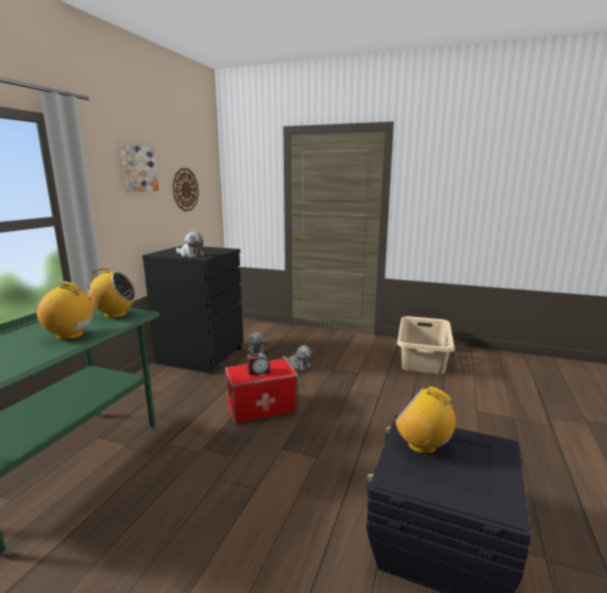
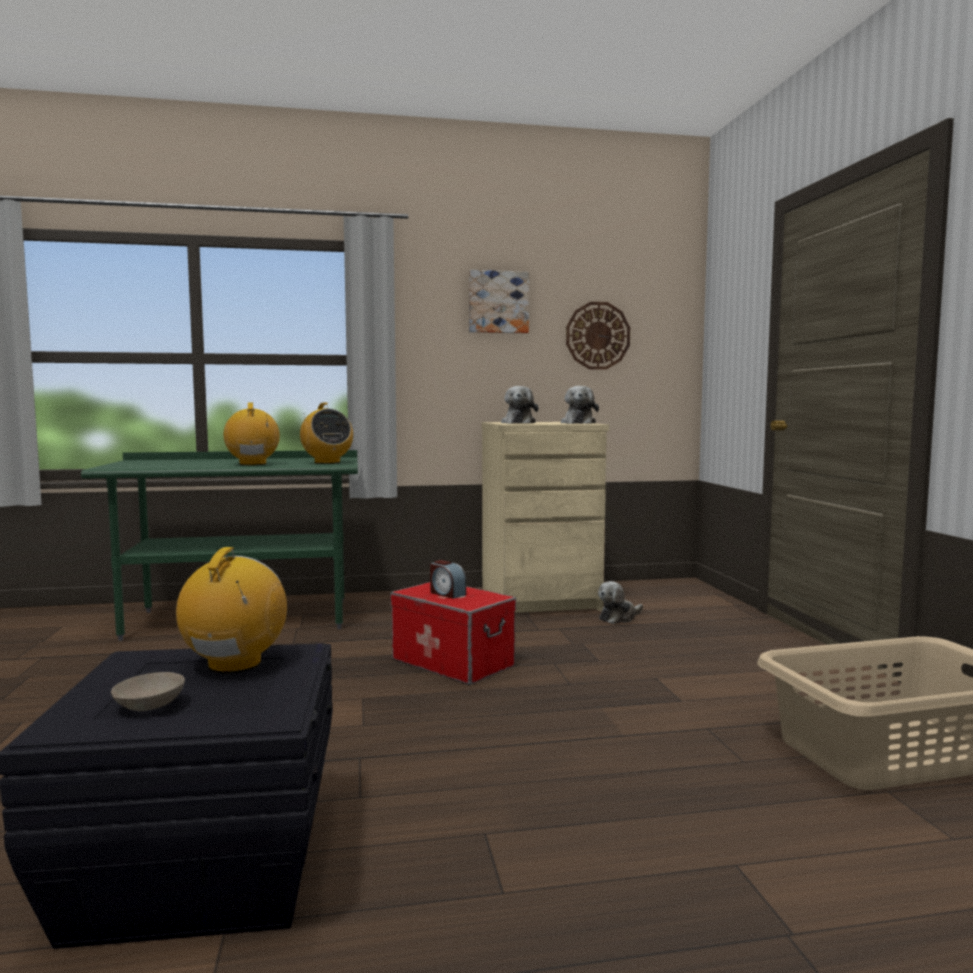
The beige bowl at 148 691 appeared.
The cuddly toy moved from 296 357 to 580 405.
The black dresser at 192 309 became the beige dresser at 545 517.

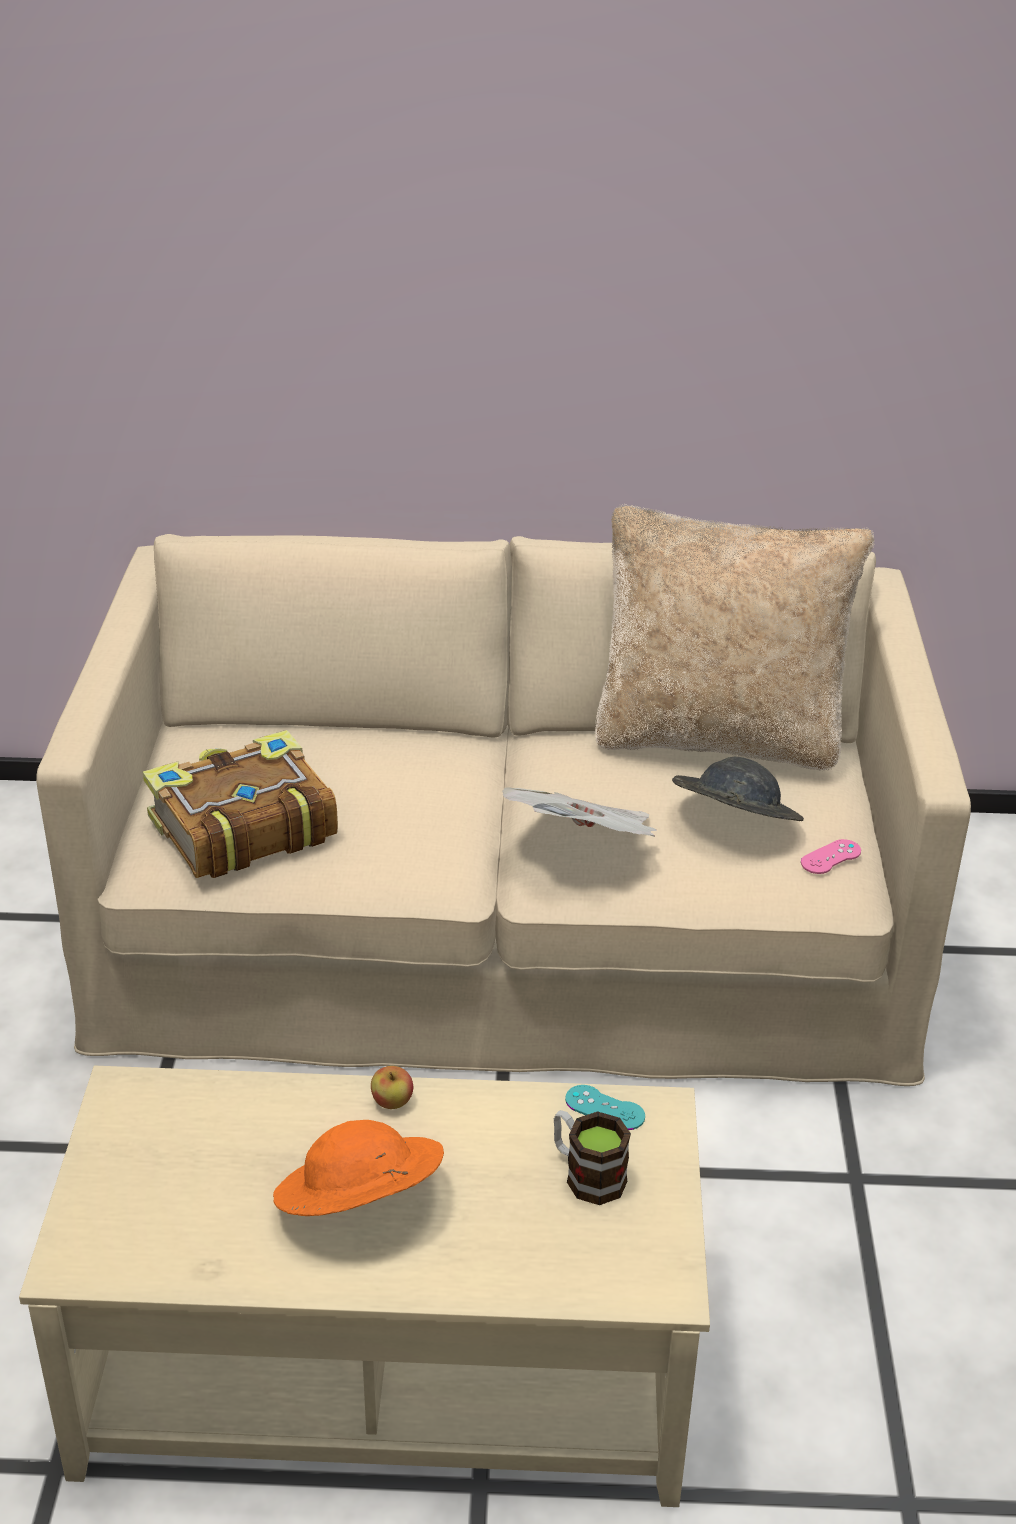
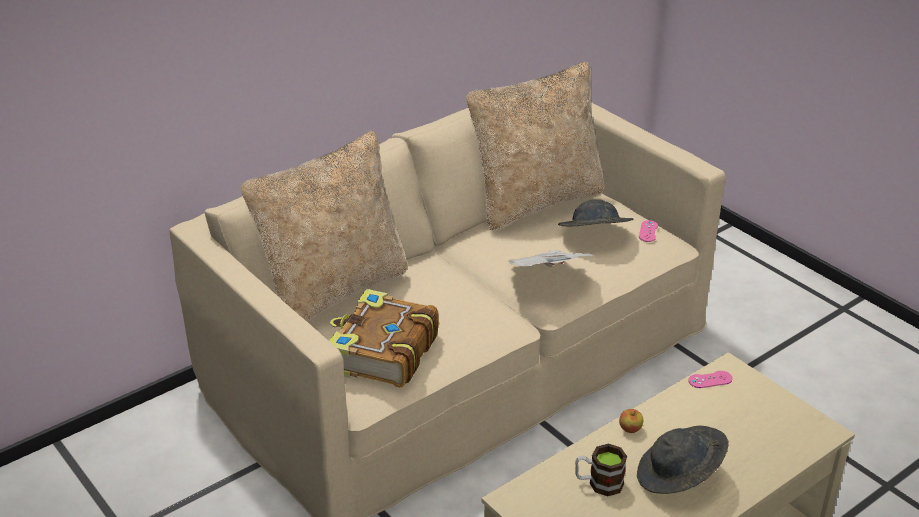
The beige cushion at 324 226 appeared.
The coffee mug moved from 592 1157 to 601 470.
The orange-coloured wearable hat at 358 1168 became the gray wearable hat at 682 460.
The blue-green gamepad at 605 1107 became the pinkish gamepad at 710 379.

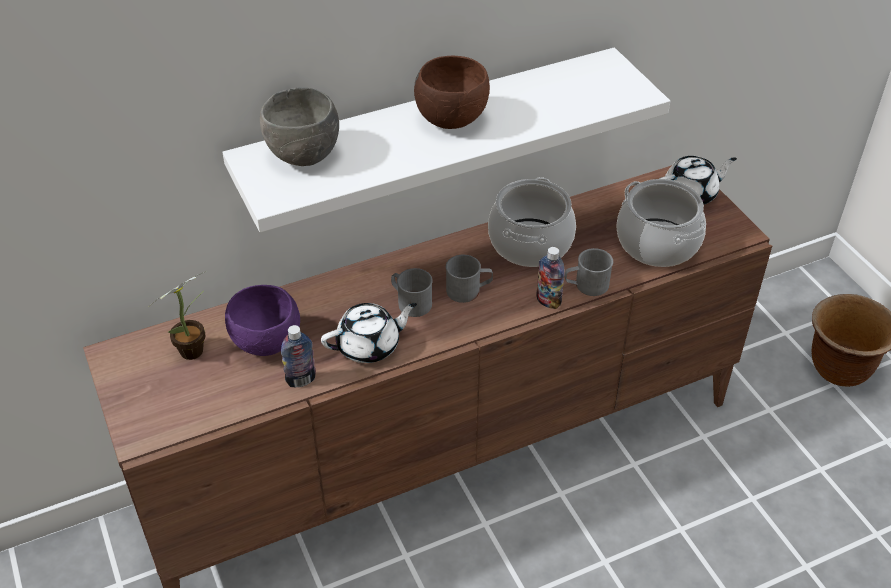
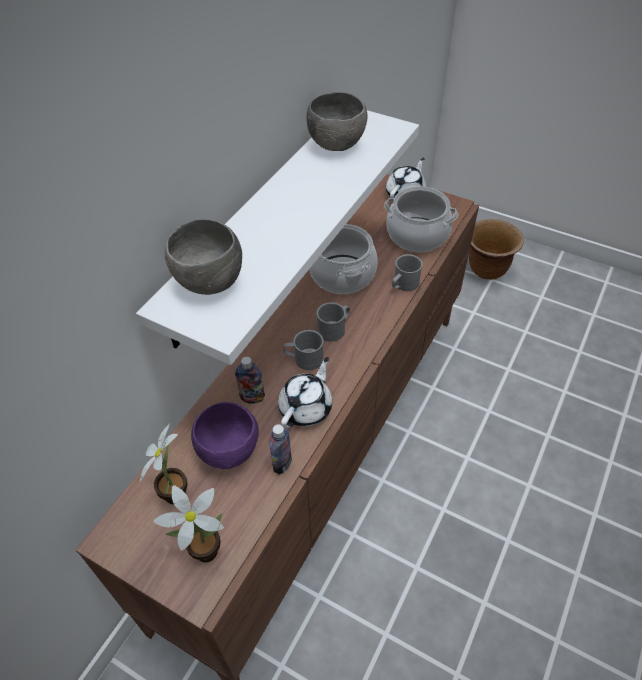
The brown-coloured bowl at 452 92 disappeared.
The plant in a pot at 188 523 appeared.
The gray bowl at 337 121 appeared.
The bottle moved from 550 278 to 250 380.

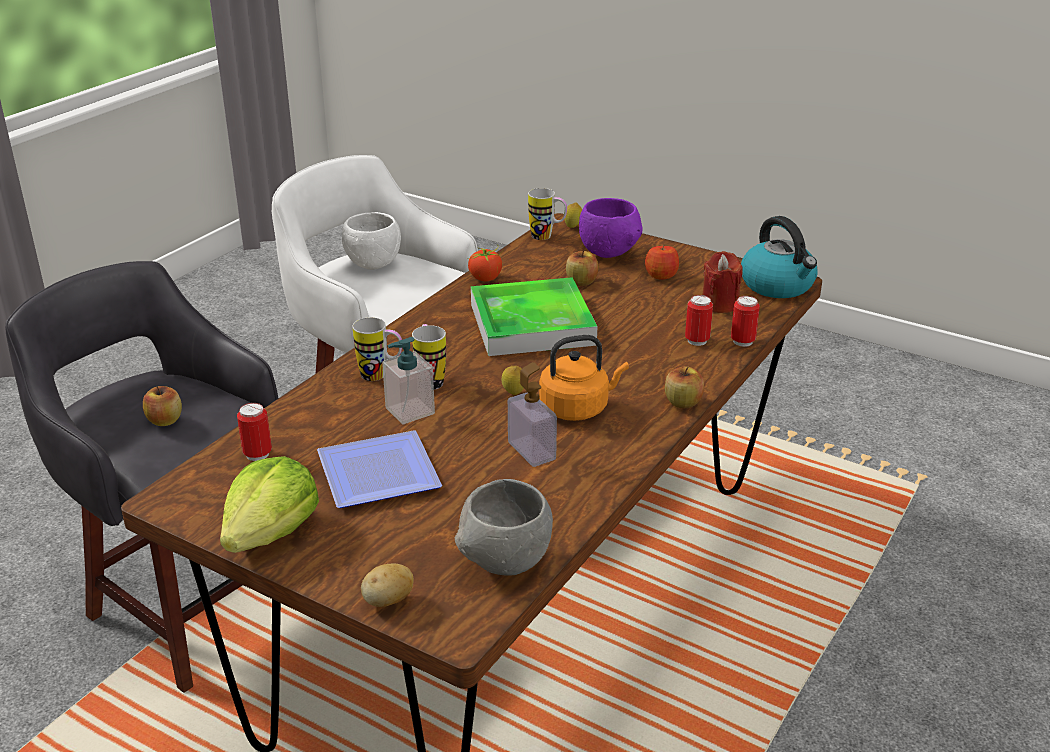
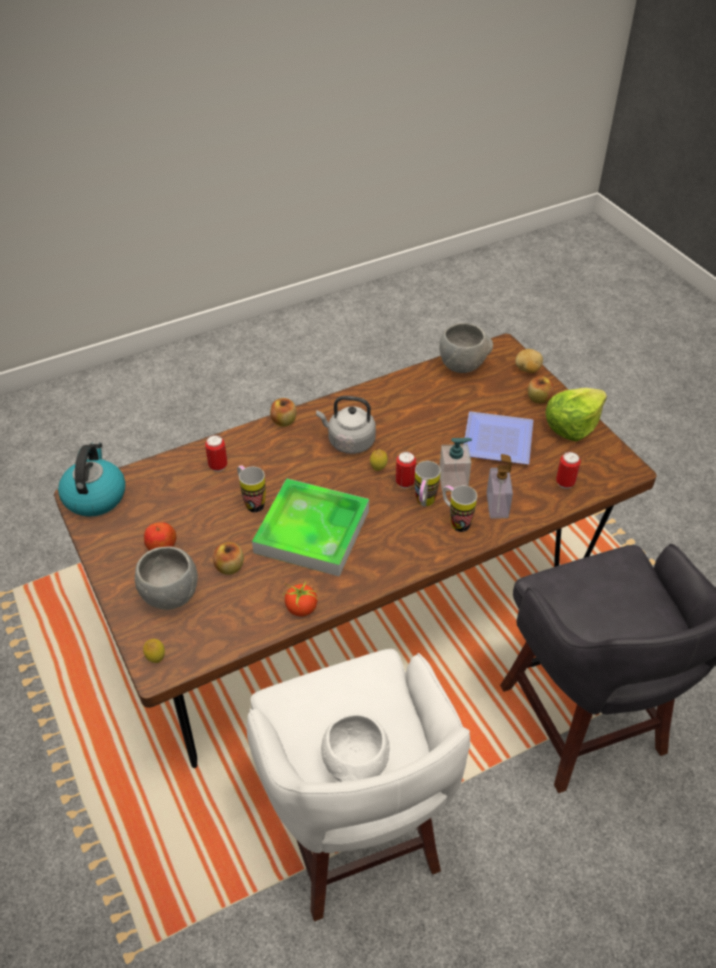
The reddish wax candle at 723 282 disappeared.
The apple fruit moved from 162 406 to 541 390.
The soap dispenser moved from 532 414 to 500 486.
The coffee mug moved from 547 214 to 251 488.
The sealed can moved from 745 321 to 406 470.
The orange-coloured water kettle at 584 378 became the gray water kettle at 346 425.
The purple bowl at 611 228 became the gray bowl at 166 578.

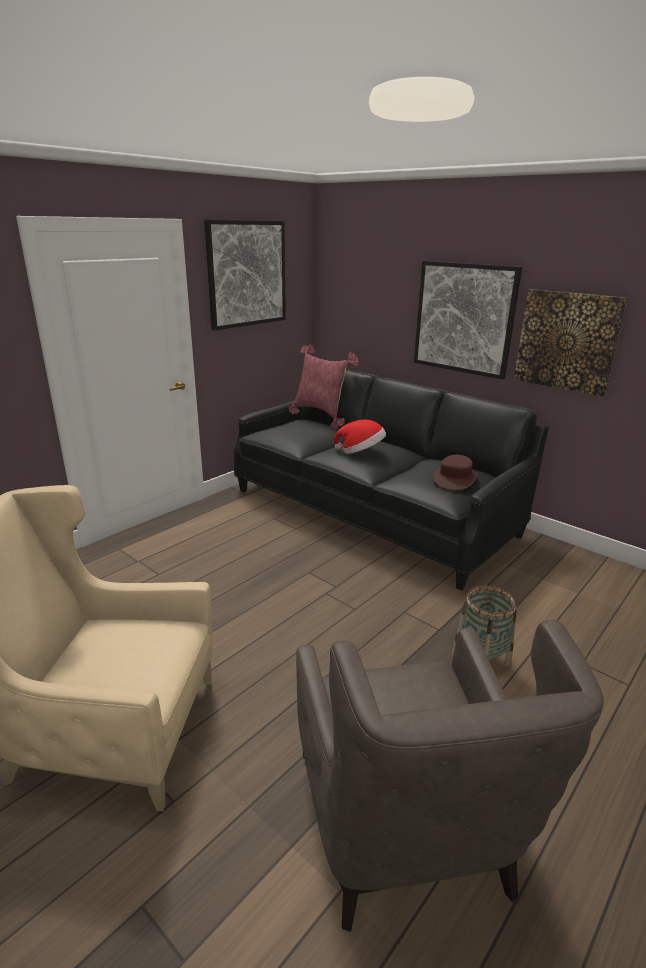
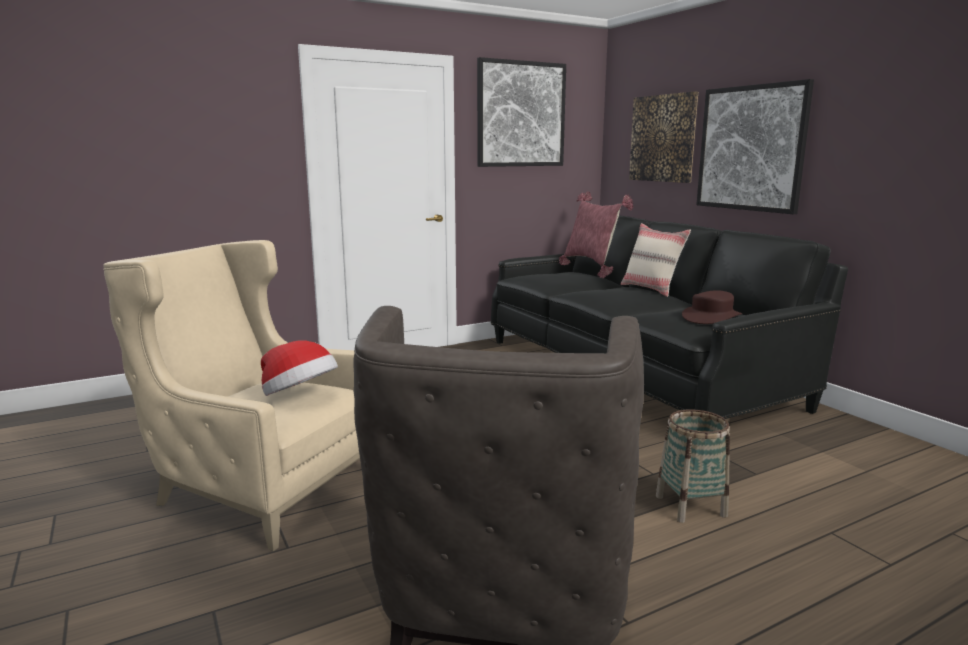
The beige cushion at 656 260 appeared.
The wearable hat moved from 360 437 to 299 368.
The picture moved from 571 342 to 663 137.

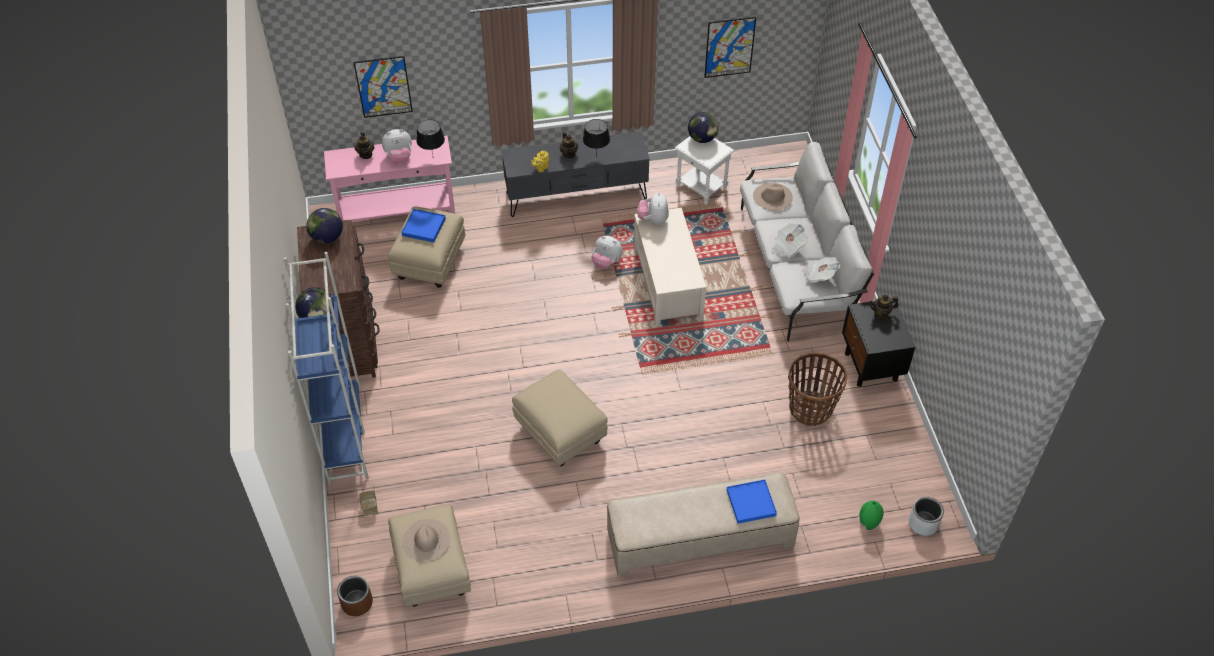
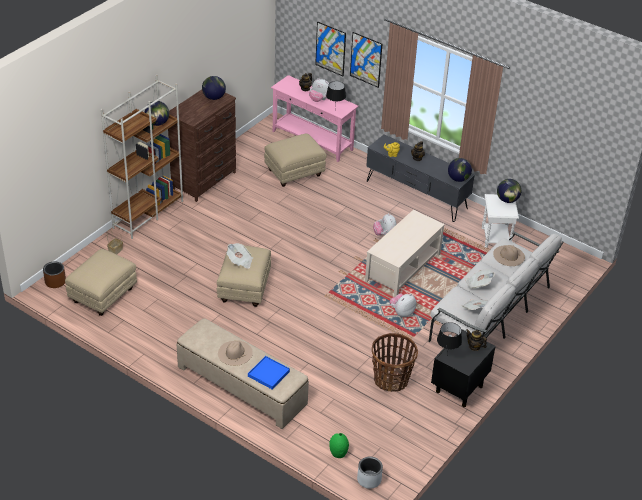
The blue-coloured carrying tray at 423 225 disappeared.
The printed paper at 240 256 appeared.
The world globe at 460 170 appeared.
The beige wearable hat moved from 427 540 to 235 353.
The black table lamp moved from 596 138 to 449 338.
The cuddly toy moved from 653 208 to 402 305.
The picture moved from 730 47 to 366 60.
The blue-coloured bookcase at 326 368 became the brown-coloured bookcase at 142 157.

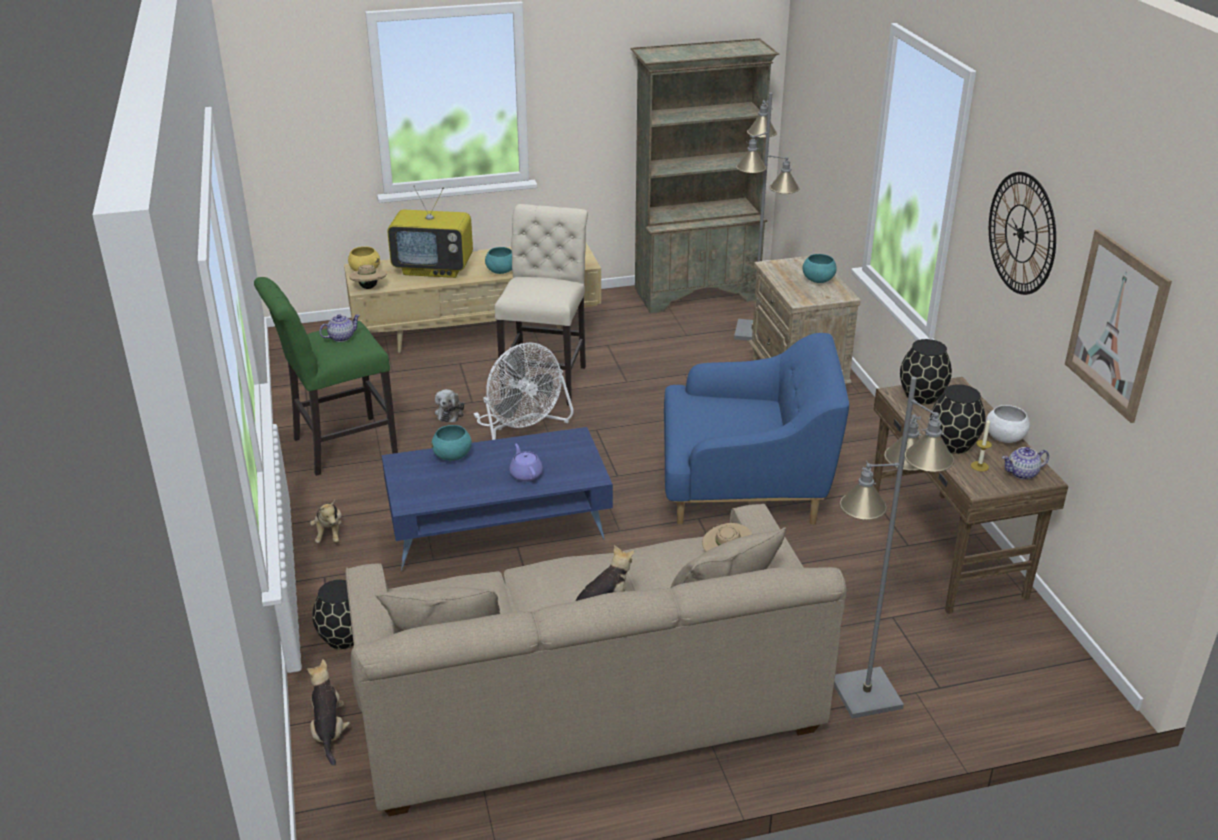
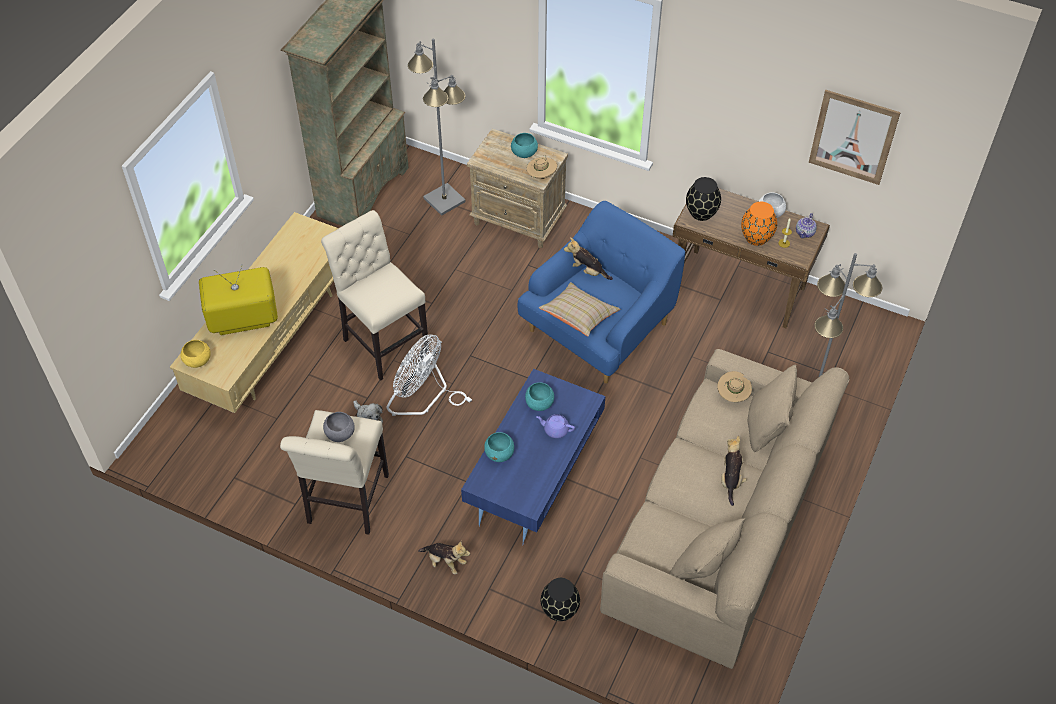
The wall clock at 1022 233 disappeared.
The beige cushion at 579 309 appeared.
The cuddly toy moved from 328 712 to 588 258.
The beige wearable hat moved from 367 277 to 542 167.
The blue-green bowl moved from 498 260 to 539 396.
The tea pot at 339 328 was replaced by the gray bowl at 339 427.
The green stool at 326 376 became the beige stool at 334 472.
The black vase at 958 419 became the orange-coloured vase at 759 224.
The TV set at 430 231 turned 150 degrees counterclockwise.
The white-coloured fan at 524 391 turned 150 degrees counterclockwise.

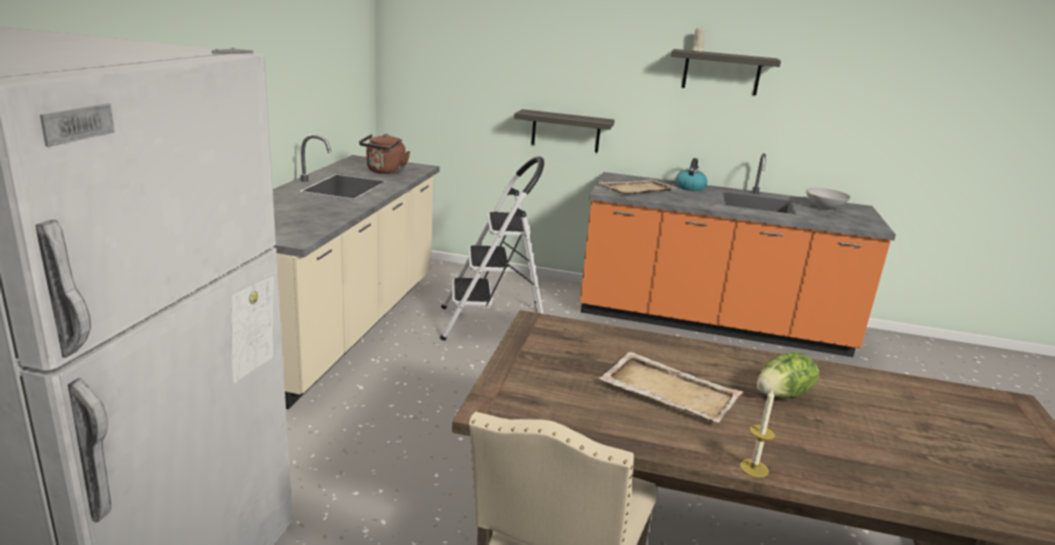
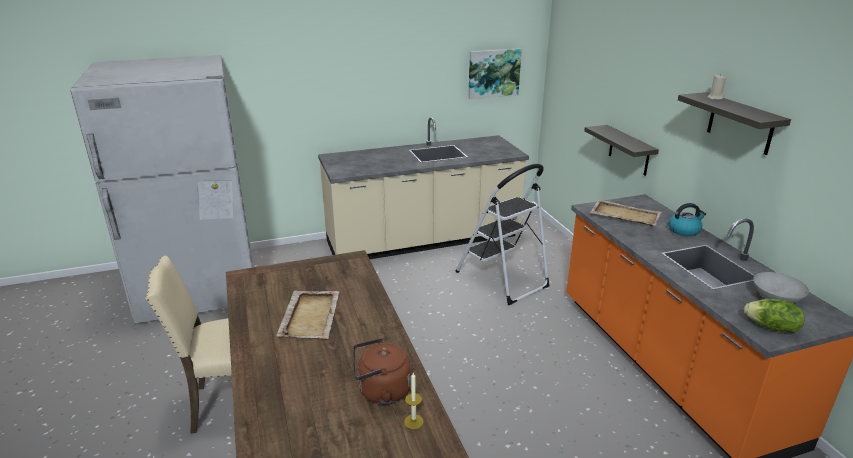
The picture at 495 73 appeared.
The brown-coloured water kettle moved from 384 154 to 382 371.
The wax candle moved from 758 433 to 414 401.
The head of lettuce moved from 788 375 to 774 315.

